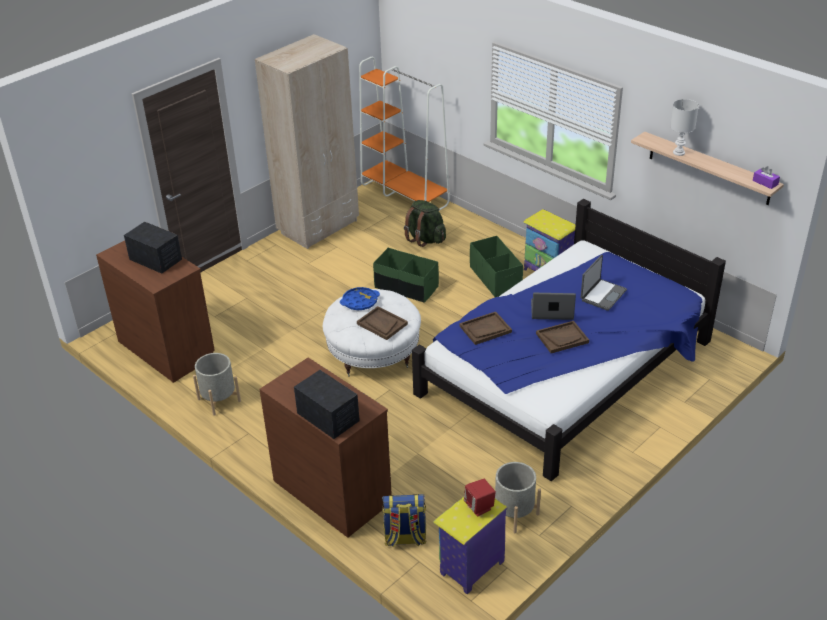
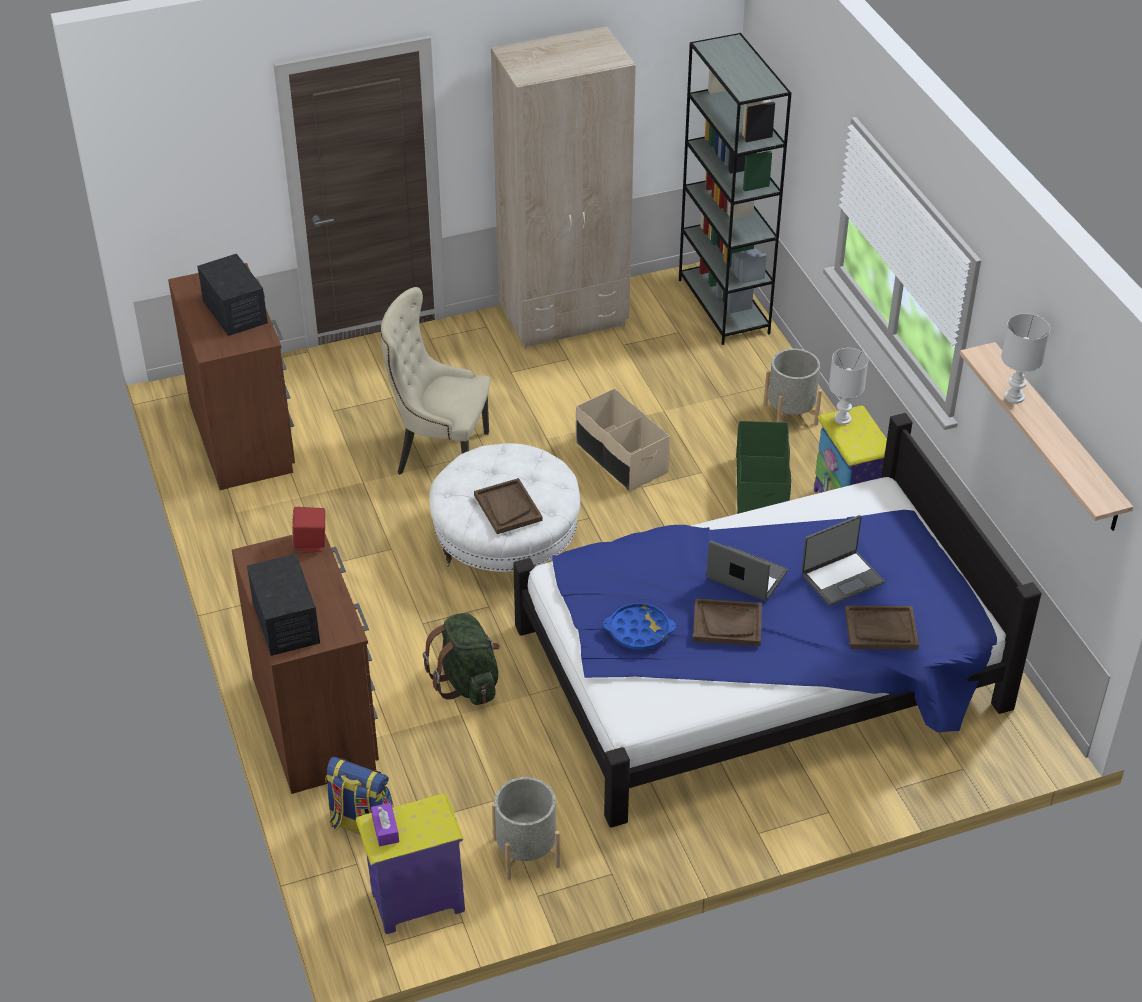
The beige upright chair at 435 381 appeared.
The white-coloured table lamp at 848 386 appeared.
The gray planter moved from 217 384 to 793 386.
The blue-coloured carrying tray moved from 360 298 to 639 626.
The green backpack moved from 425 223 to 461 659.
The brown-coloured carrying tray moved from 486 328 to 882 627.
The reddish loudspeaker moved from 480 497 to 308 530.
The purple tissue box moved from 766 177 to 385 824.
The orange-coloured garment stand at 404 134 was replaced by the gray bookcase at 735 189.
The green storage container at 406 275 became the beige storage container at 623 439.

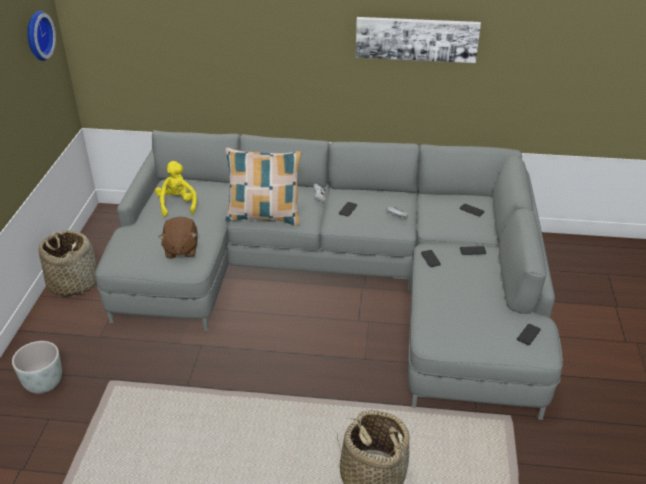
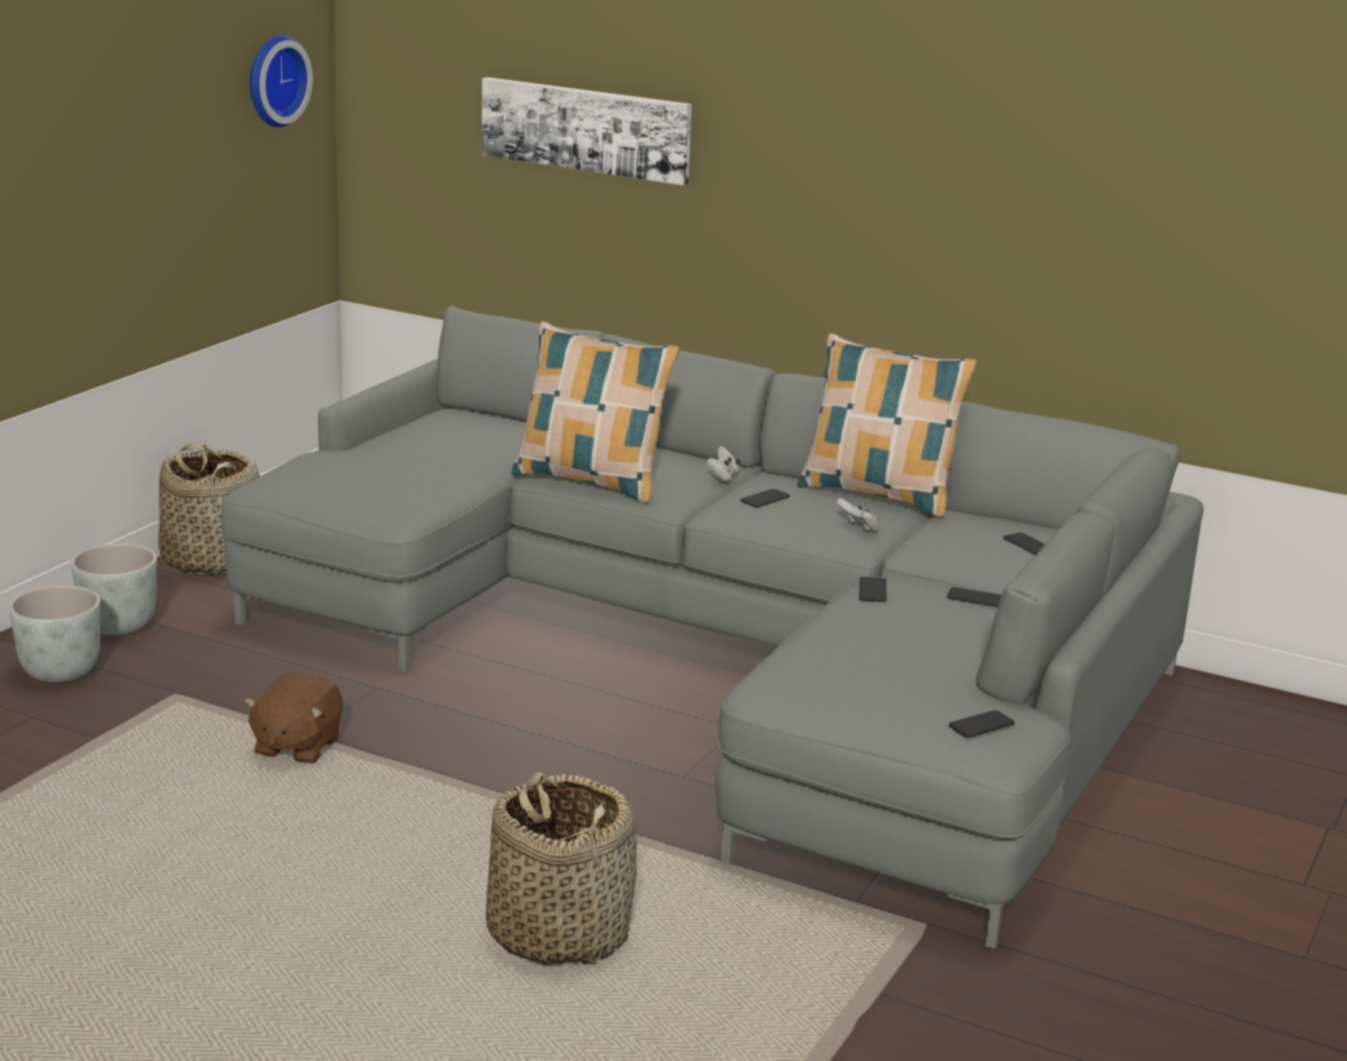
The yellowish cuddly toy at 176 189 disappeared.
The gray planter at 114 589 appeared.
The cushion at 887 425 appeared.
The brown-coloured cuddly toy moved from 177 238 to 293 717.
The picture moved from 418 40 to 587 131.

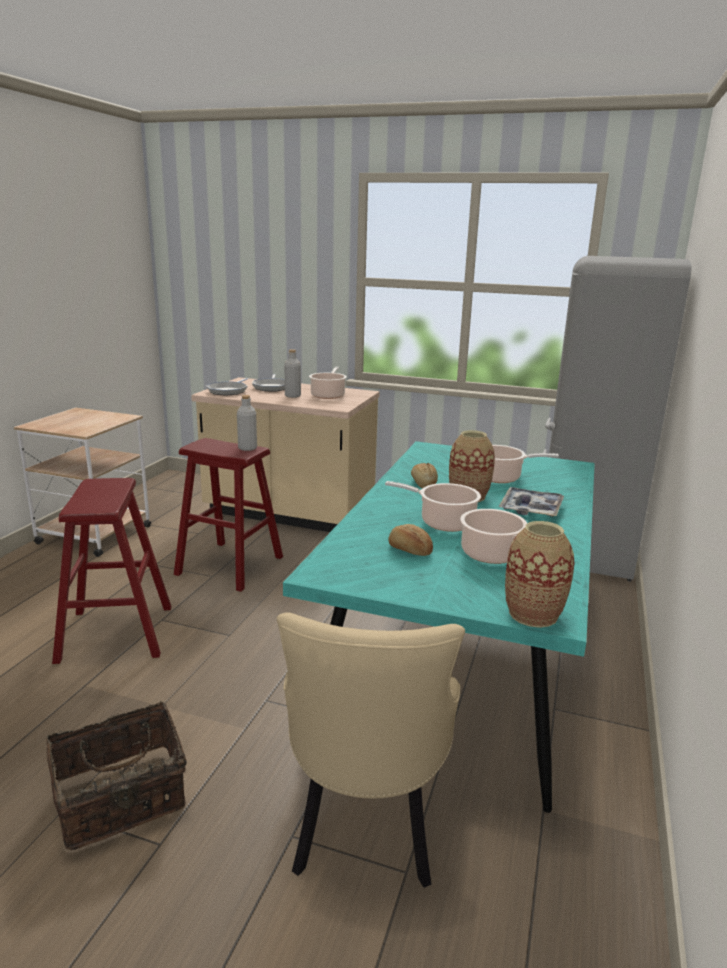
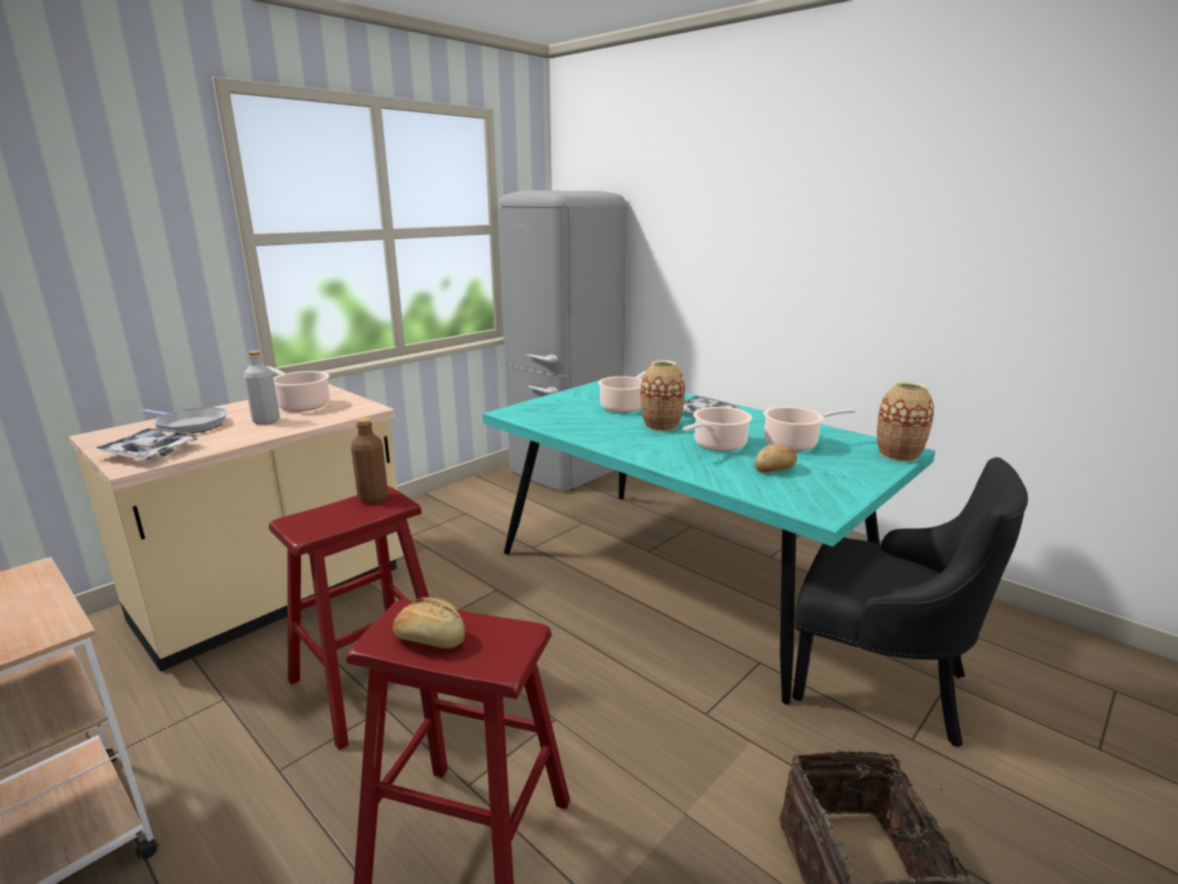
The bakery bread moved from 424 476 to 428 623.
The skillet at 227 387 was replaced by the carrying tray at 147 443.
The gray bottle at 247 423 became the brown-coloured bottle at 369 460.
The beige upright chair at 371 750 became the black upright chair at 910 602.

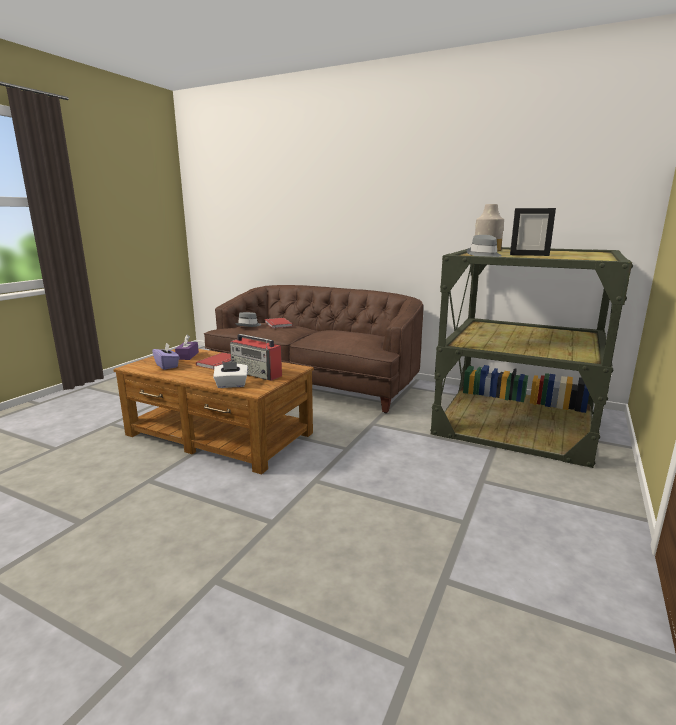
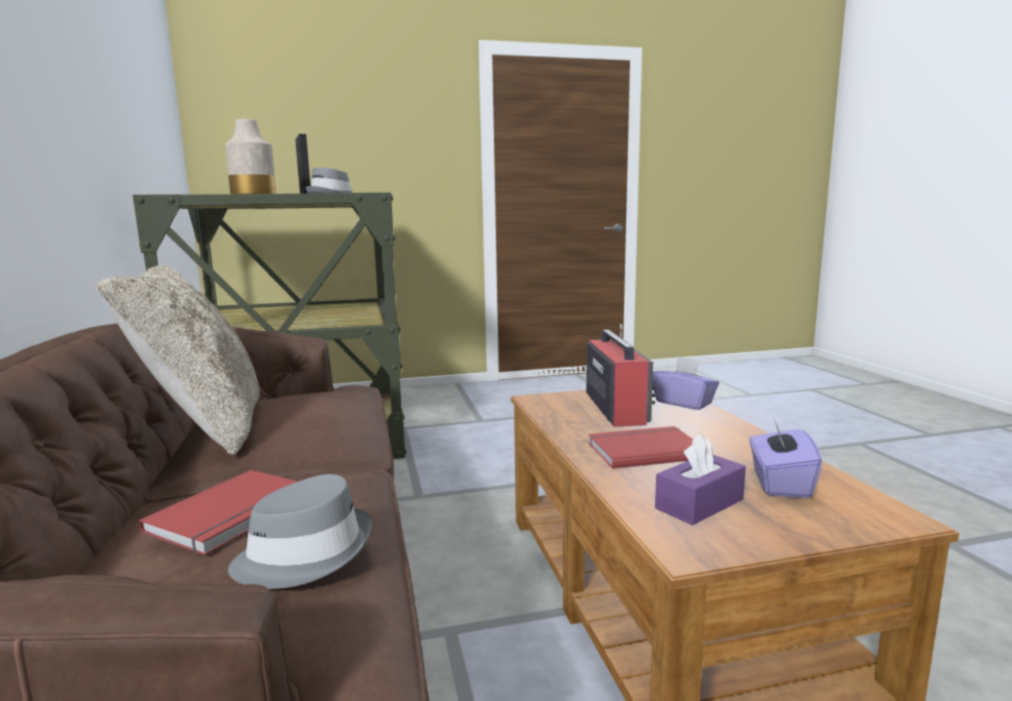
The beige cushion at 178 359 appeared.
The white-coloured tissue box at 230 375 became the purple tissue box at 685 383.

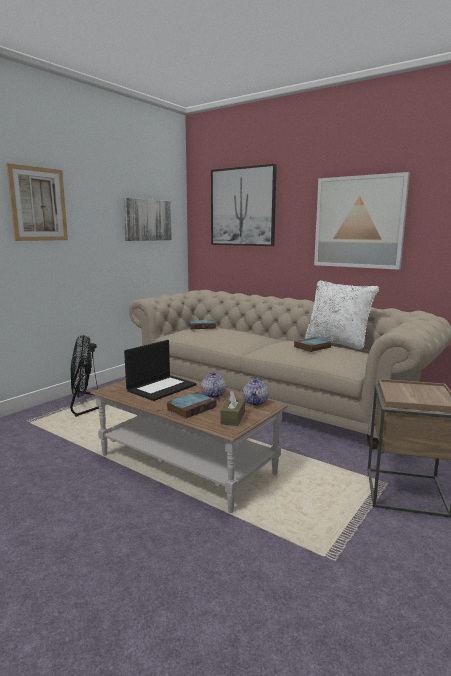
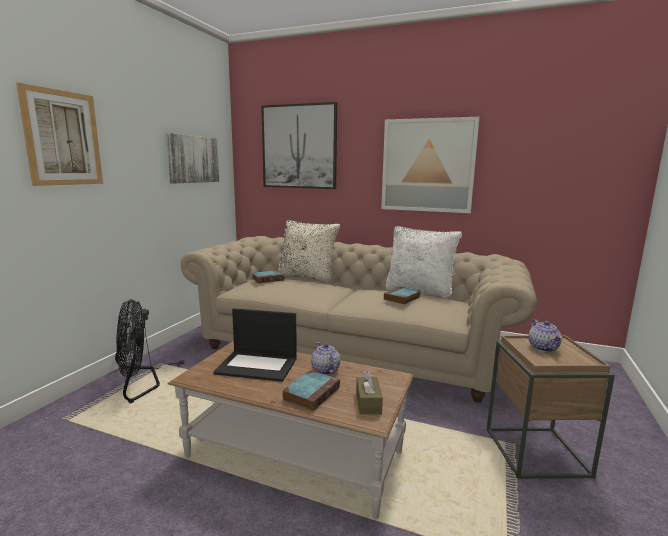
The beige cushion at 309 251 appeared.
The tea pot moved from 256 392 to 546 335.
The laptop at 160 370 turned 75 degrees clockwise.

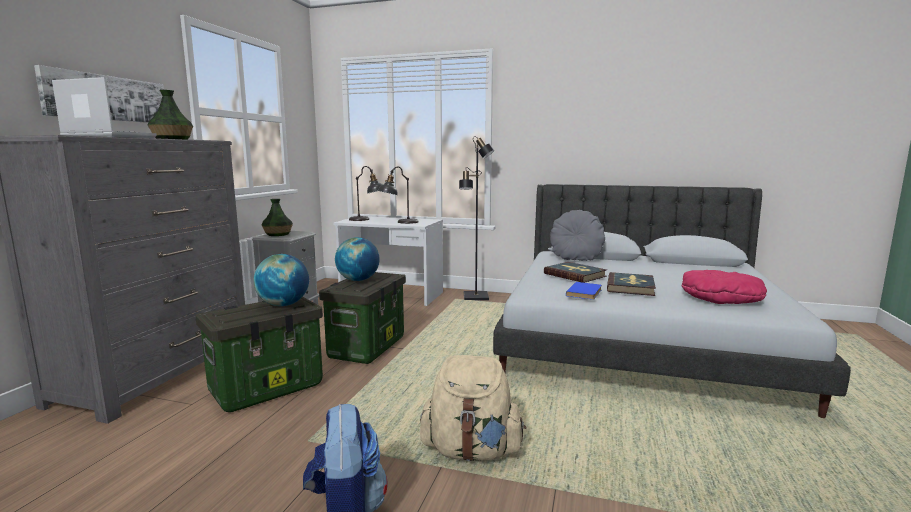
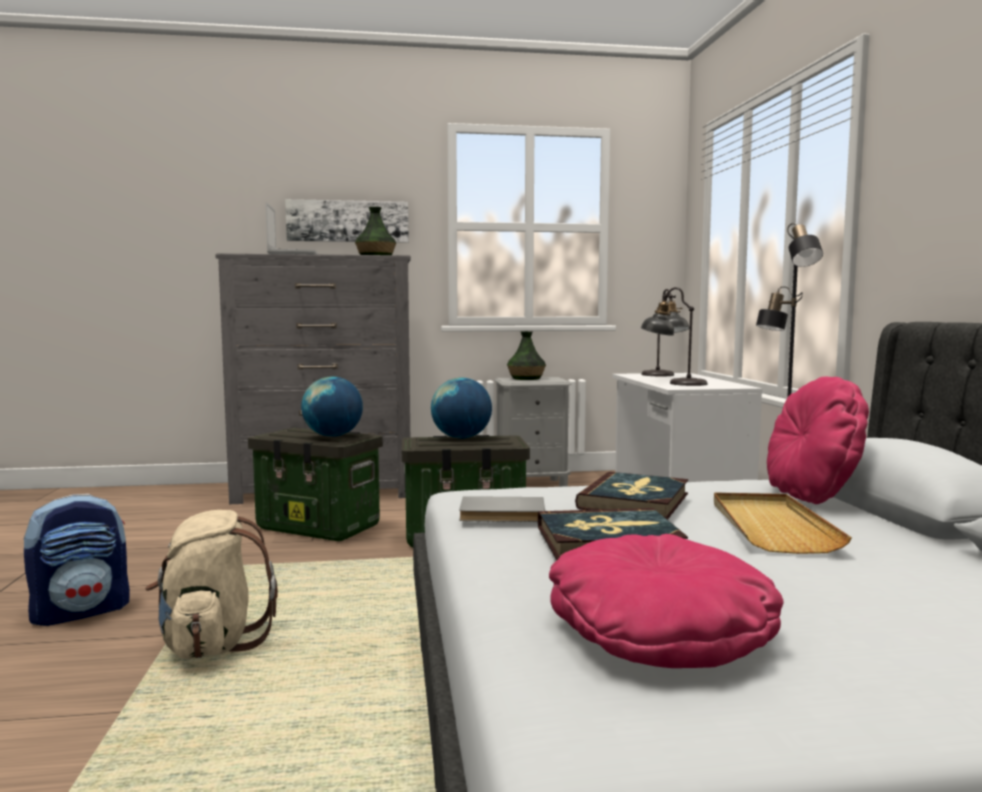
The beige carrying tray at 783 523 appeared.
The gray cushion at 577 235 became the pinkish cushion at 818 440.
The blue-coloured volume at 584 291 became the gray volume at 502 509.

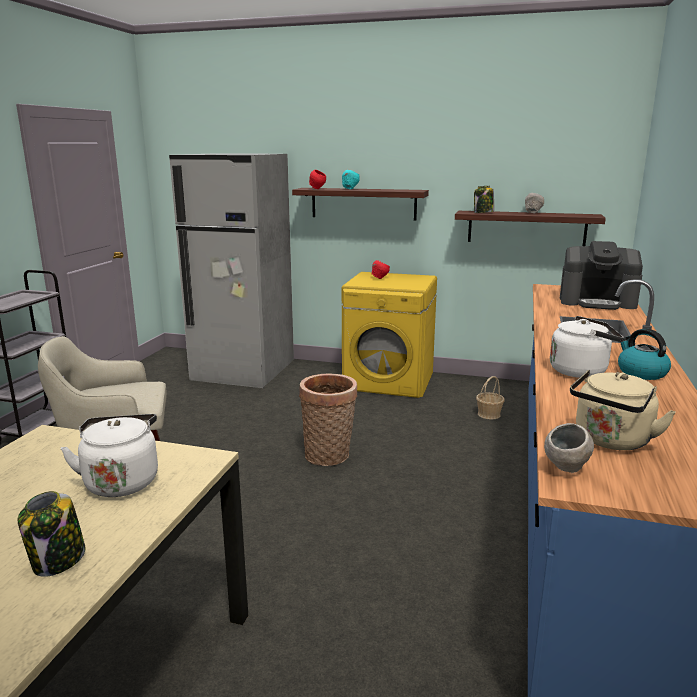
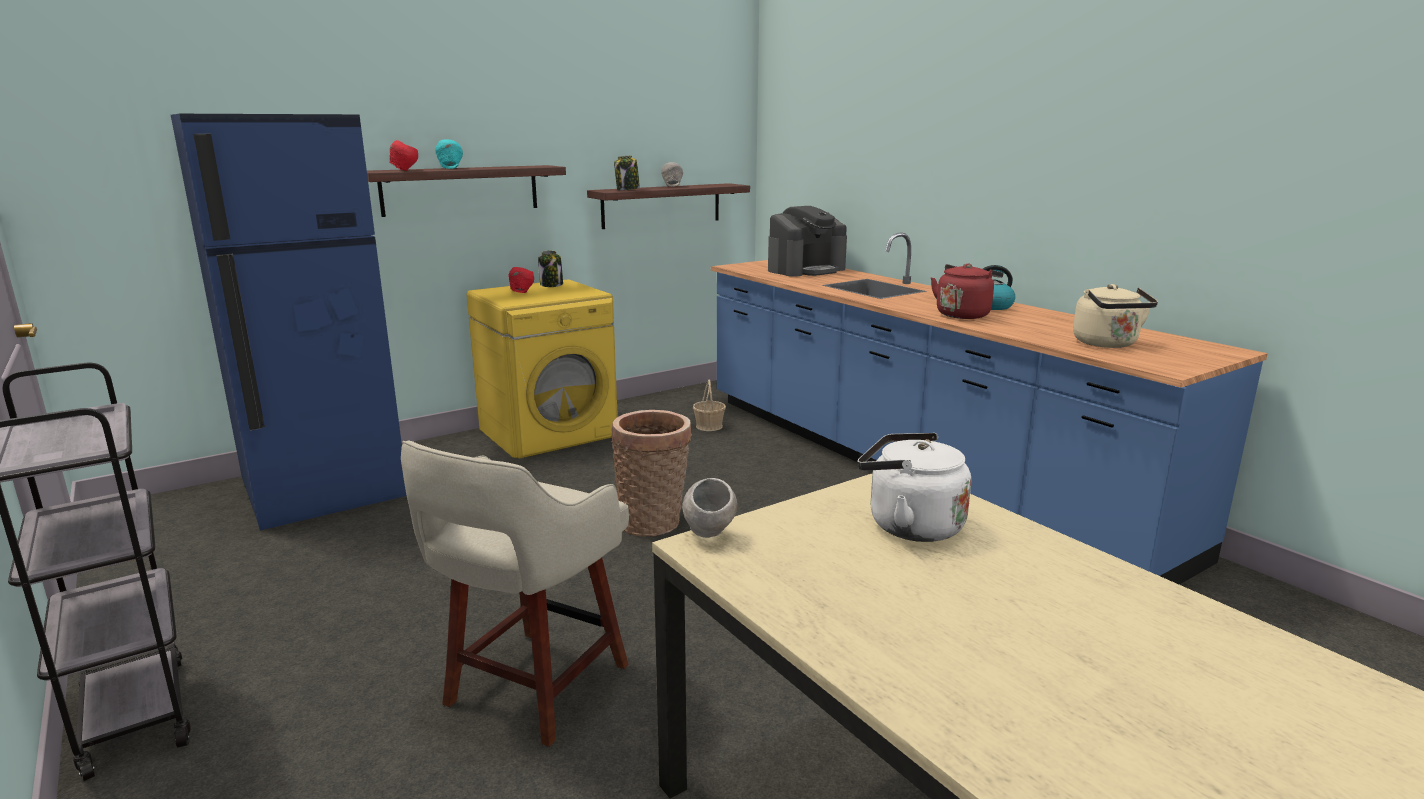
The preserve jar moved from 51 534 to 550 269.
The gray bowl moved from 569 448 to 709 508.
The gray kitchen fridge at 231 270 became the blue-coloured kitchen fridge at 289 322.
The white-coloured water kettle at 587 347 became the reddish water kettle at 967 291.

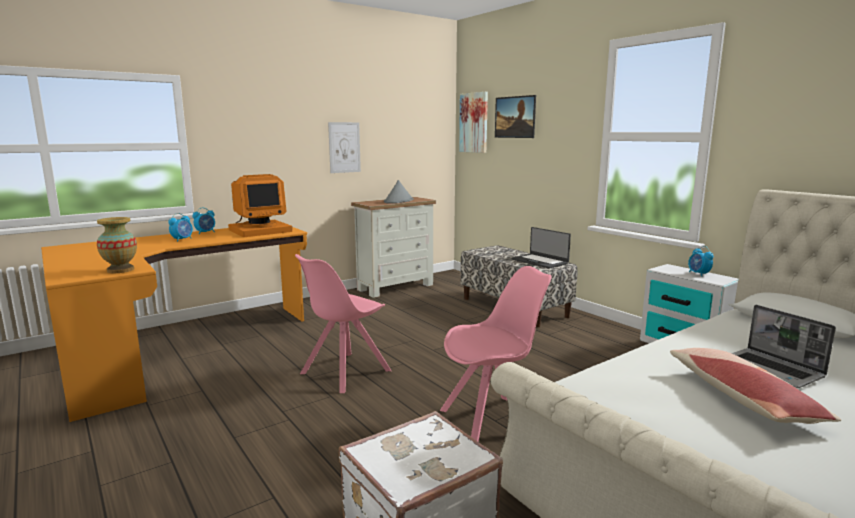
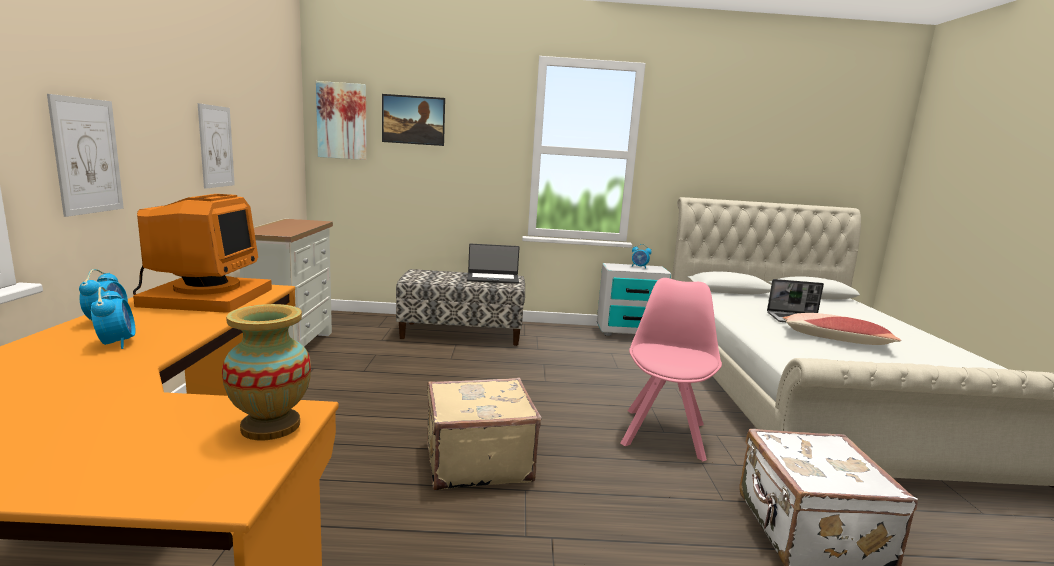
The gray wearable hat at 399 192 disappeared.
The picture at 85 155 appeared.
The pinkish upright chair at 343 323 was replaced by the beige travel case at 484 434.

